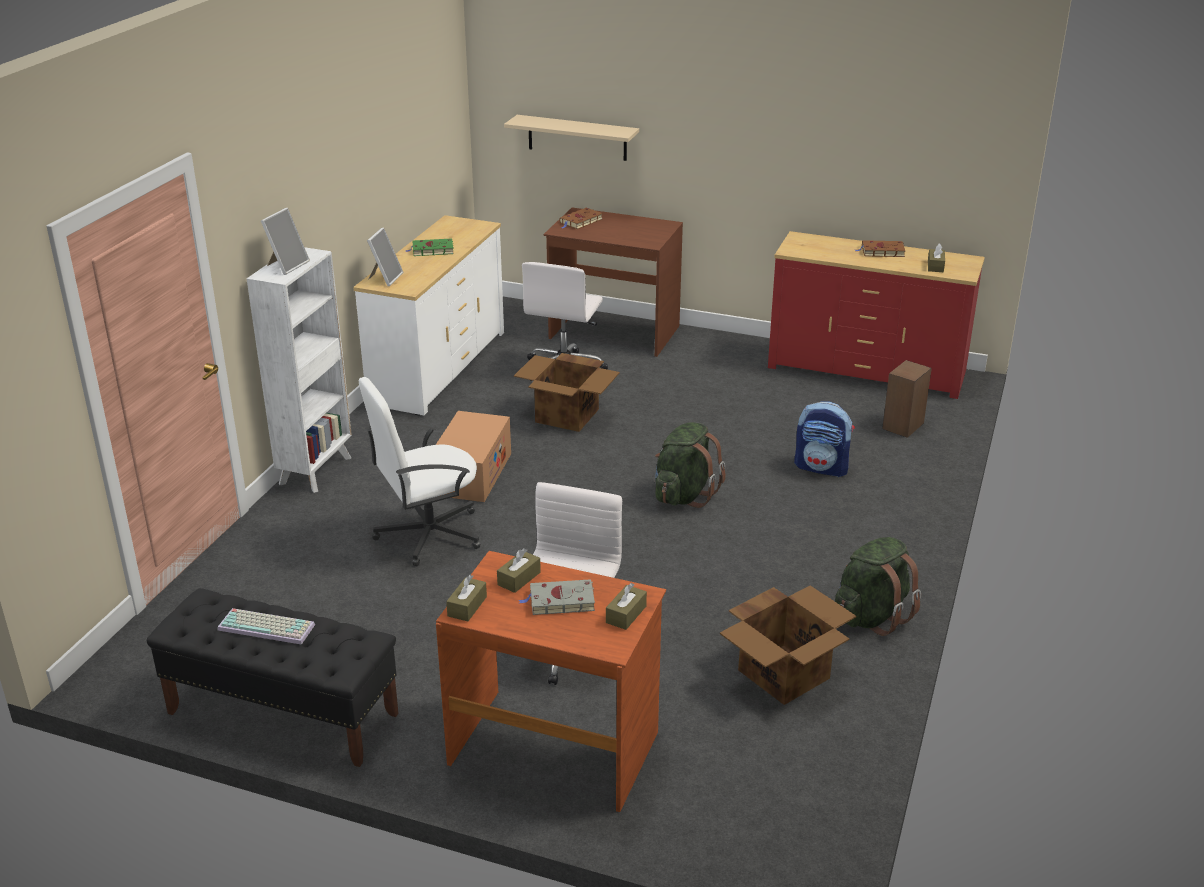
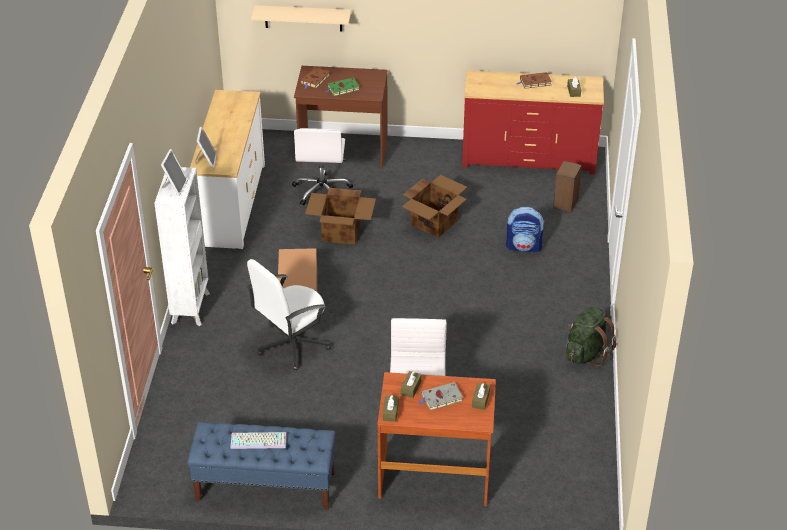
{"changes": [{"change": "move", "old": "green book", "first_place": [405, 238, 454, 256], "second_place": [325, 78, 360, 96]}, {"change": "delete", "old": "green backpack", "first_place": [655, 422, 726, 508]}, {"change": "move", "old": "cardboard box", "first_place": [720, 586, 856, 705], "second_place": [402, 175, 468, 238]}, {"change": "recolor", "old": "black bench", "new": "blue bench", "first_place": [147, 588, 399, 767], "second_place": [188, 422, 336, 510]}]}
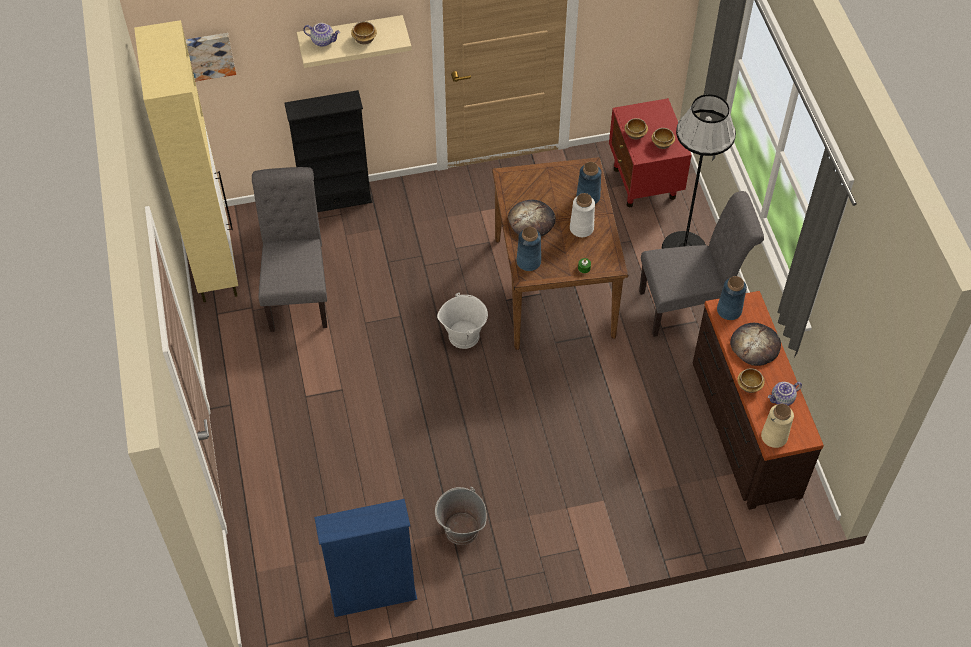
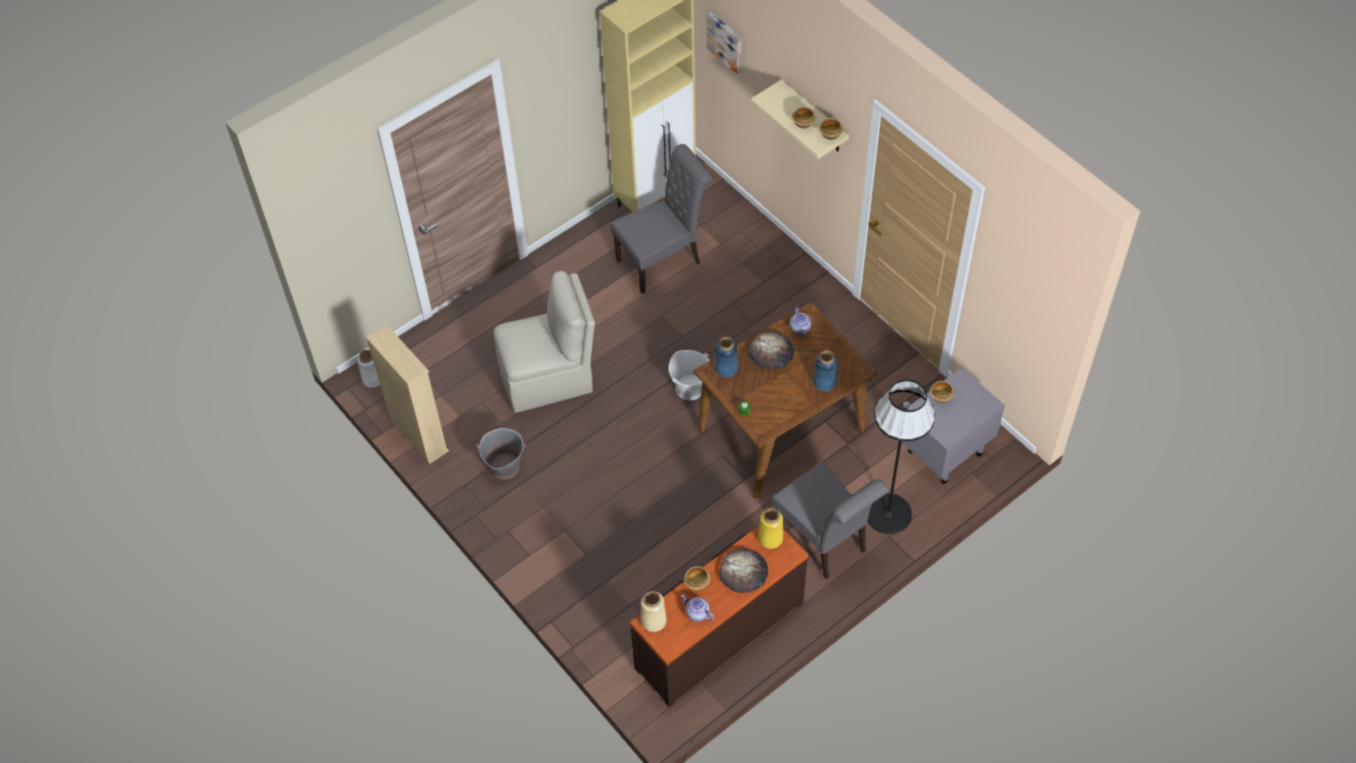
{"changes": [{"change": "move", "old": "teapot", "first_place": [303, 23, 340, 47], "second_place": [790, 307, 811, 336]}, {"change": "delete", "old": "black bookcase", "first_place": [284, 90, 372, 212]}, {"change": "recolor", "old": "red nightstand", "new": "grey nightstand", "first_place": [609, 98, 692, 207], "second_place": [902, 367, 1005, 484]}, {"change": "move", "old": "bowl", "first_place": [651, 128, 675, 149], "second_place": [819, 118, 843, 140]}, {"change": "move", "old": "white vase", "first_place": [570, 193, 595, 237], "second_place": [357, 350, 380, 388]}, {"change": "recolor", "old": "blue vase", "new": "yellow vase", "first_place": [717, 276, 747, 320], "second_place": [758, 508, 783, 549]}, {"change": "recolor", "old": "blue bookcase", "new": "beige bookcase", "first_place": [314, 499, 417, 617], "second_place": [366, 324, 449, 464]}, {"change": "insert", "new": "beige chair", "second_place": [494, 271, 595, 413]}]}
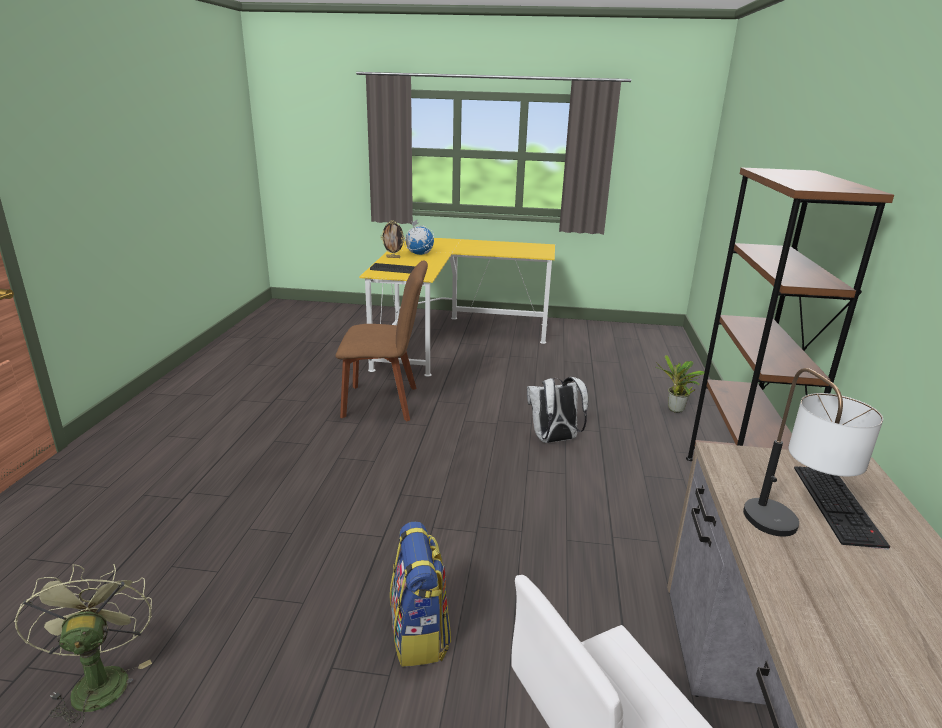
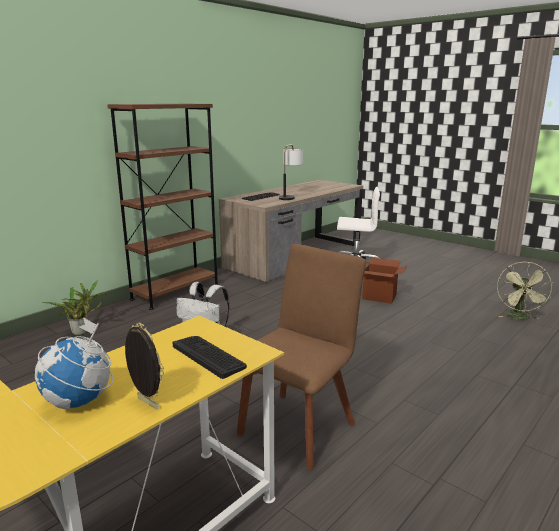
{"changes": [{"change": "rotate", "old": "brown chair", "first_place": [335, 260, 428, 421], "second_place": [237, 244, 366, 469], "degrees": 90}, {"change": "replace", "old": "backpack", "new": "cardboard box", "first_place": [390, 521, 451, 667], "second_place": [362, 257, 407, 304]}]}
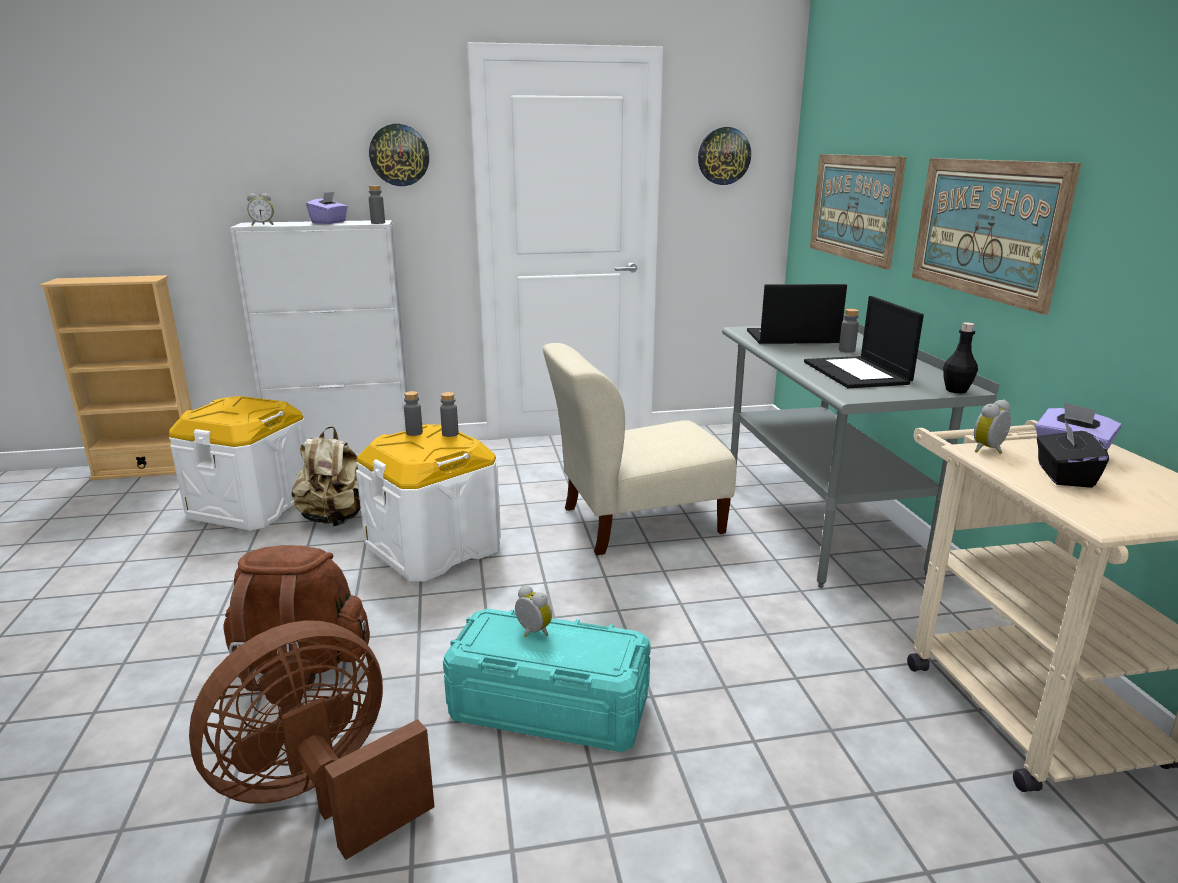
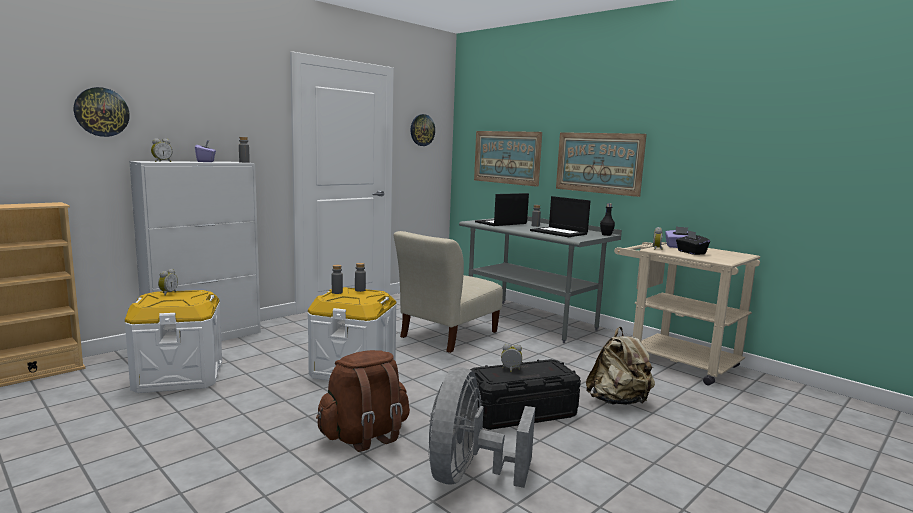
{"changes": [{"change": "move", "old": "wall clock", "first_place": [369, 124, 429, 186], "second_place": [74, 87, 130, 137]}, {"change": "move", "old": "beige backpack", "first_place": [292, 426, 361, 526], "second_place": [586, 327, 655, 405]}, {"change": "recolor", "old": "turquoise storage box", "new": "black storage box", "first_place": [443, 609, 651, 752], "second_place": [470, 359, 581, 430]}, {"change": "recolor", "old": "brown fan", "new": "grey fan", "first_place": [189, 620, 435, 860], "second_place": [428, 368, 535, 488]}, {"change": "insert", "new": "alarm clock", "second_place": [158, 269, 178, 296]}]}
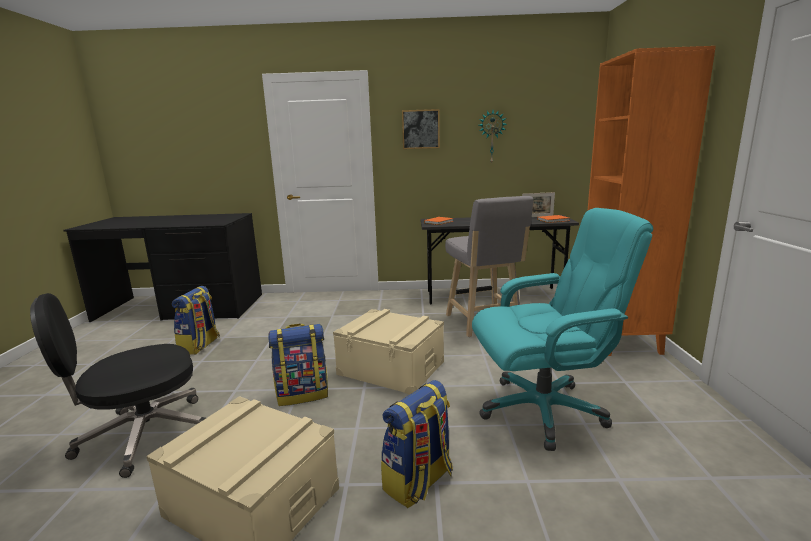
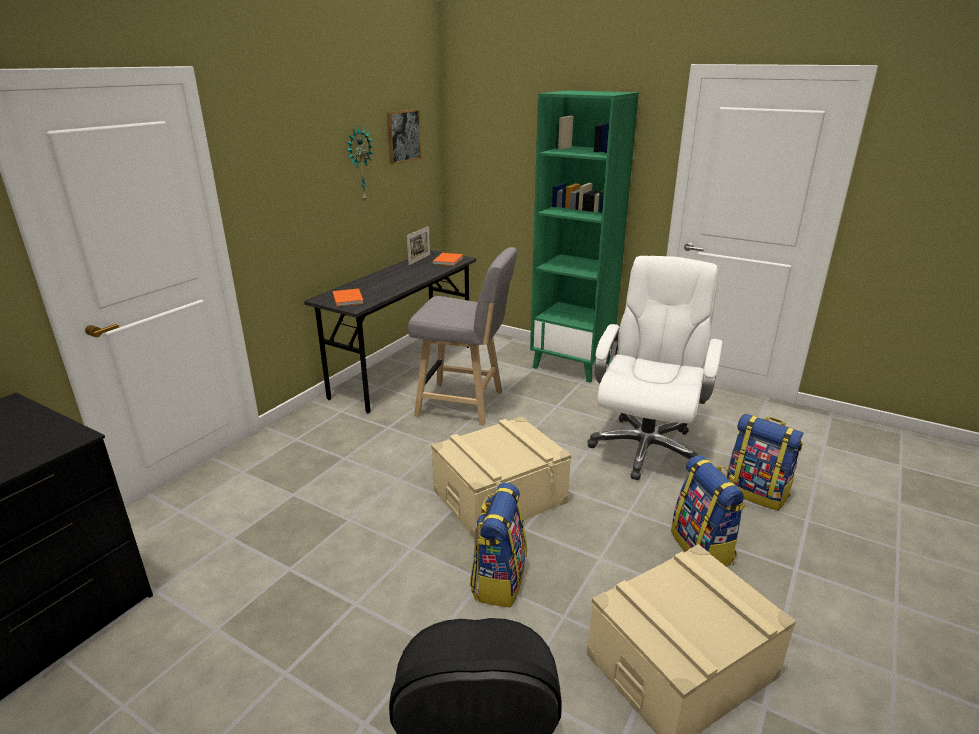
{"changes": [{"change": "recolor", "old": "orange bookcase", "new": "green bookcase", "first_place": [587, 46, 716, 356], "second_place": [530, 90, 639, 383]}, {"change": "move", "old": "picture", "first_place": [402, 109, 440, 149], "second_place": [387, 109, 422, 164]}, {"change": "recolor", "old": "turquoise office chair", "new": "white office chair", "first_place": [472, 208, 653, 451], "second_place": [587, 256, 722, 480]}, {"change": "move", "old": "backpack", "first_place": [172, 286, 220, 355], "second_place": [726, 414, 803, 511]}]}
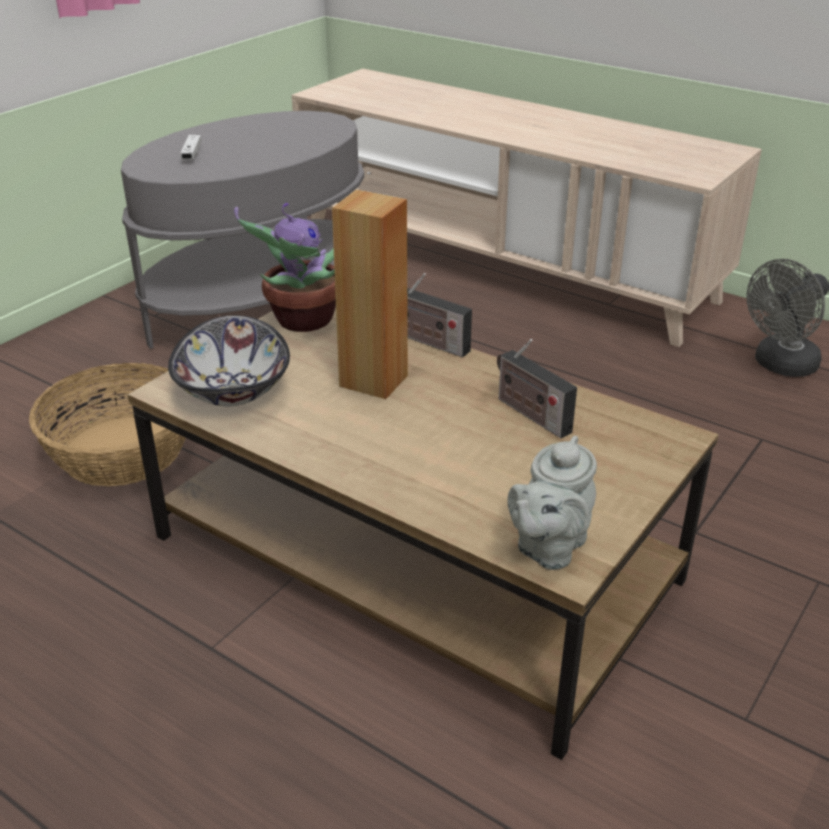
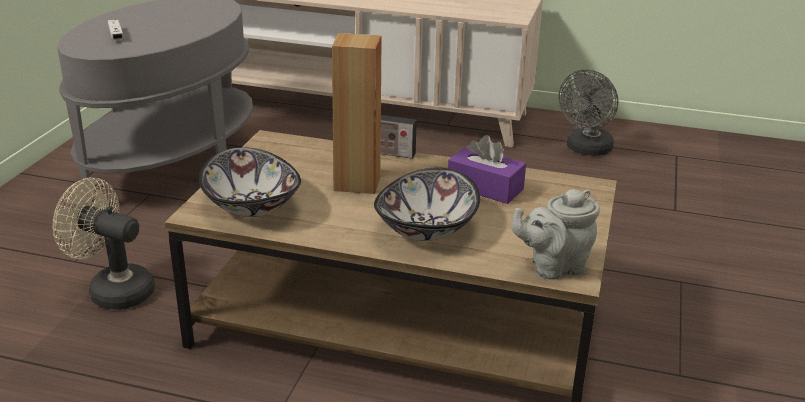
{"changes": [{"change": "delete", "old": "potted plant", "first_place": [234, 203, 336, 332]}, {"change": "replace", "old": "radio", "new": "purple tissue box", "first_place": [497, 339, 577, 438], "second_place": [448, 135, 526, 204]}, {"change": "replace", "old": "basket", "new": "beige fan", "first_place": [29, 363, 186, 487], "second_place": [53, 178, 155, 310]}, {"change": "rotate", "old": "grey teapot", "first_place": [507, 436, 597, 570], "second_place": [511, 189, 600, 280], "degrees": 60}, {"change": "insert", "new": "bowl", "second_place": [374, 168, 480, 241]}]}
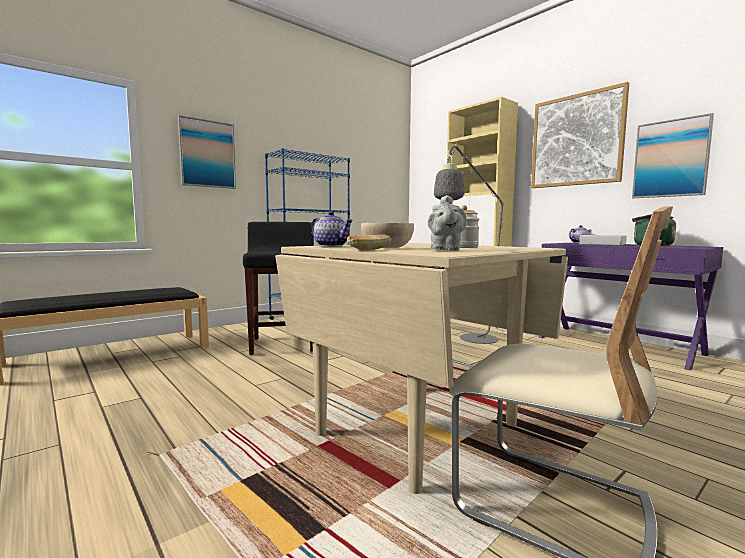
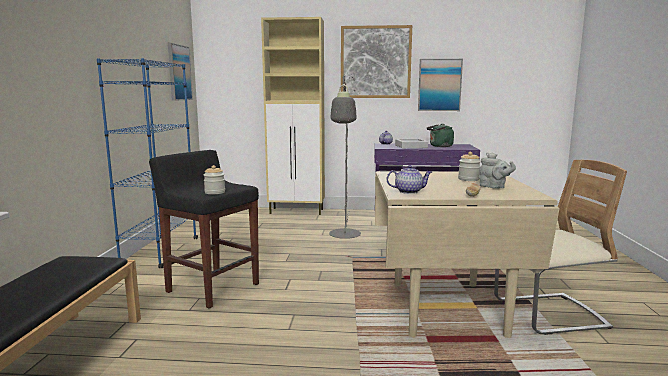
{"changes": [{"change": "move", "old": "picture", "first_place": [178, 115, 236, 189], "second_place": [168, 43, 193, 101]}, {"change": "delete", "old": "beige bowl", "first_place": [361, 223, 414, 248]}, {"change": "insert", "new": "jar", "second_place": [204, 165, 225, 194]}]}
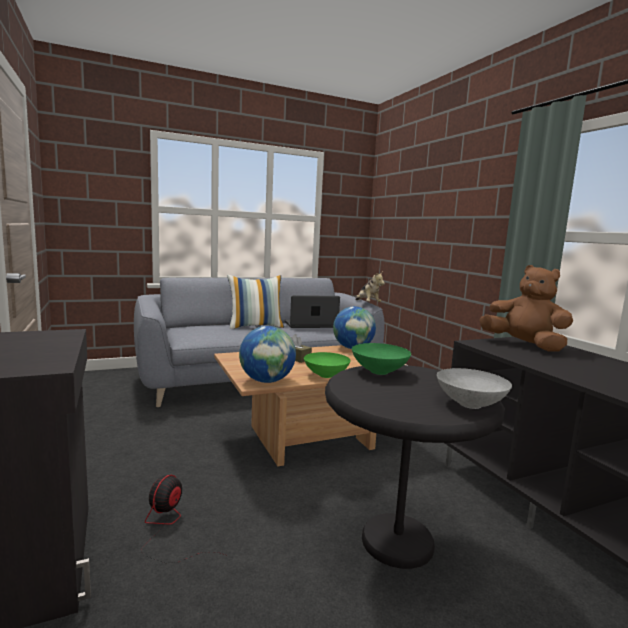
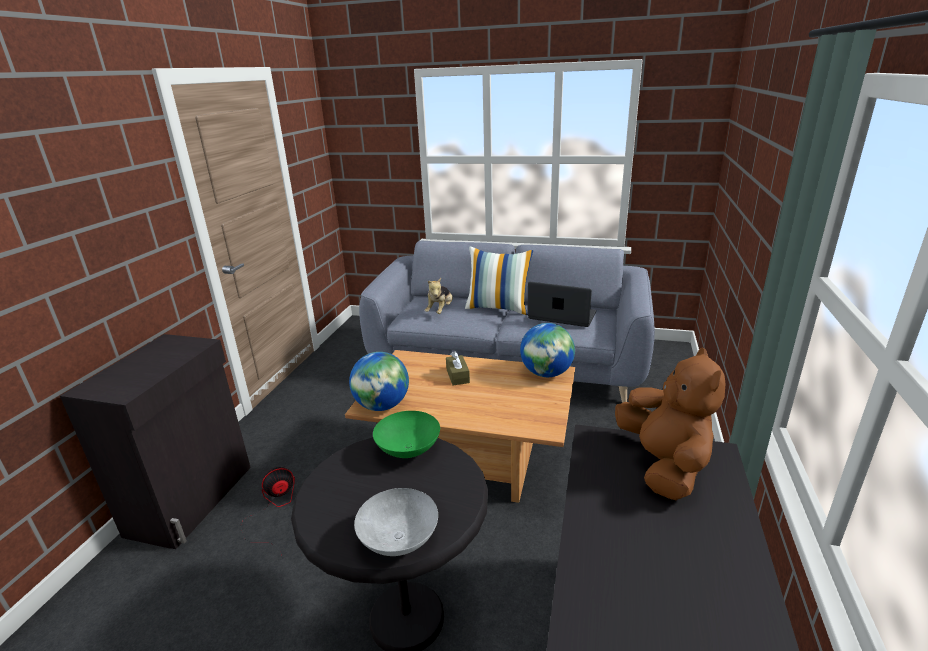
{"changes": [{"change": "move", "old": "plush toy", "first_place": [355, 272, 385, 302], "second_place": [425, 278, 453, 314]}, {"change": "delete", "old": "green bowl", "first_place": [304, 352, 351, 378]}]}
